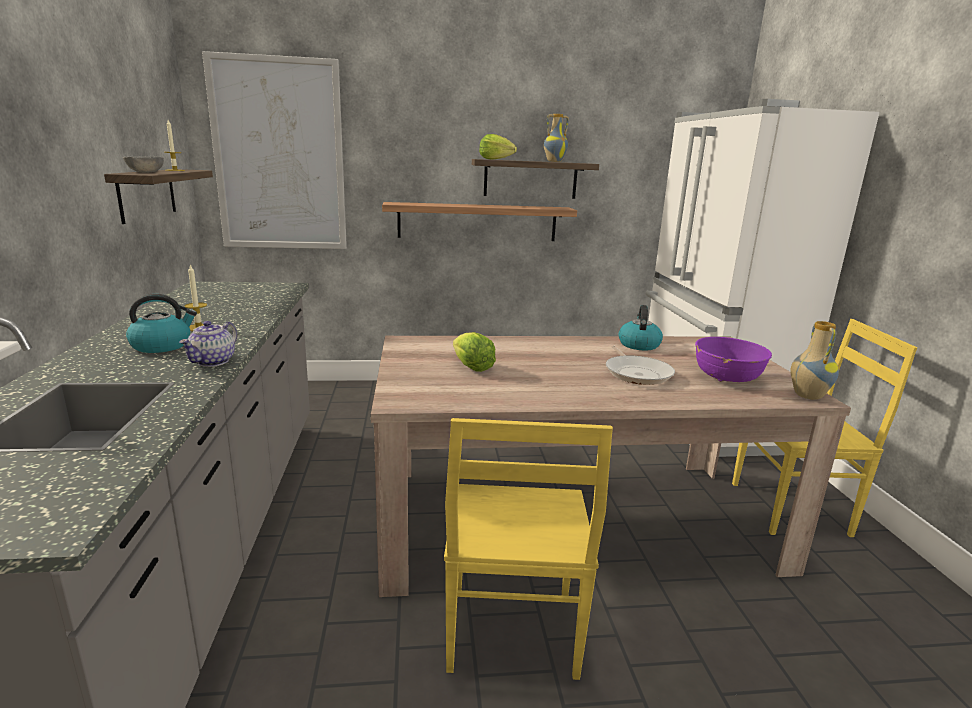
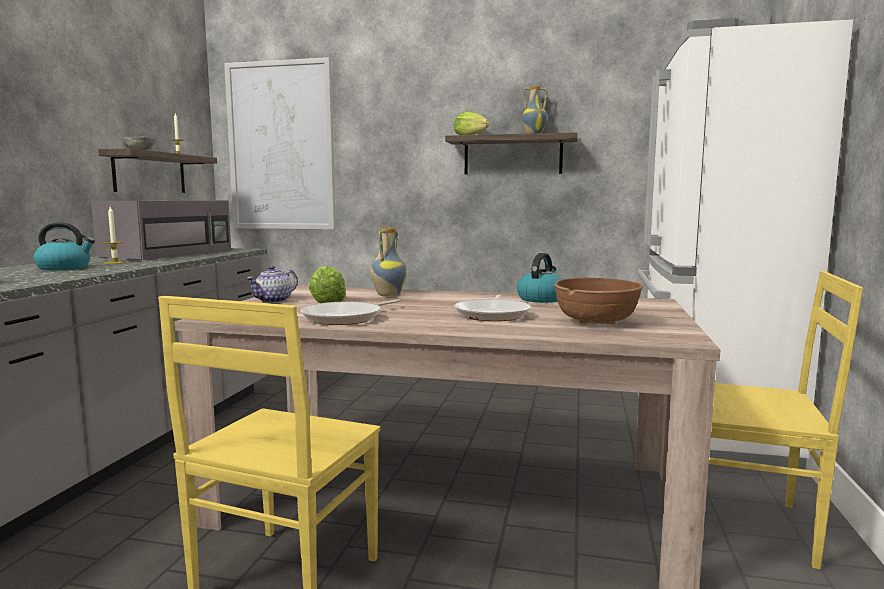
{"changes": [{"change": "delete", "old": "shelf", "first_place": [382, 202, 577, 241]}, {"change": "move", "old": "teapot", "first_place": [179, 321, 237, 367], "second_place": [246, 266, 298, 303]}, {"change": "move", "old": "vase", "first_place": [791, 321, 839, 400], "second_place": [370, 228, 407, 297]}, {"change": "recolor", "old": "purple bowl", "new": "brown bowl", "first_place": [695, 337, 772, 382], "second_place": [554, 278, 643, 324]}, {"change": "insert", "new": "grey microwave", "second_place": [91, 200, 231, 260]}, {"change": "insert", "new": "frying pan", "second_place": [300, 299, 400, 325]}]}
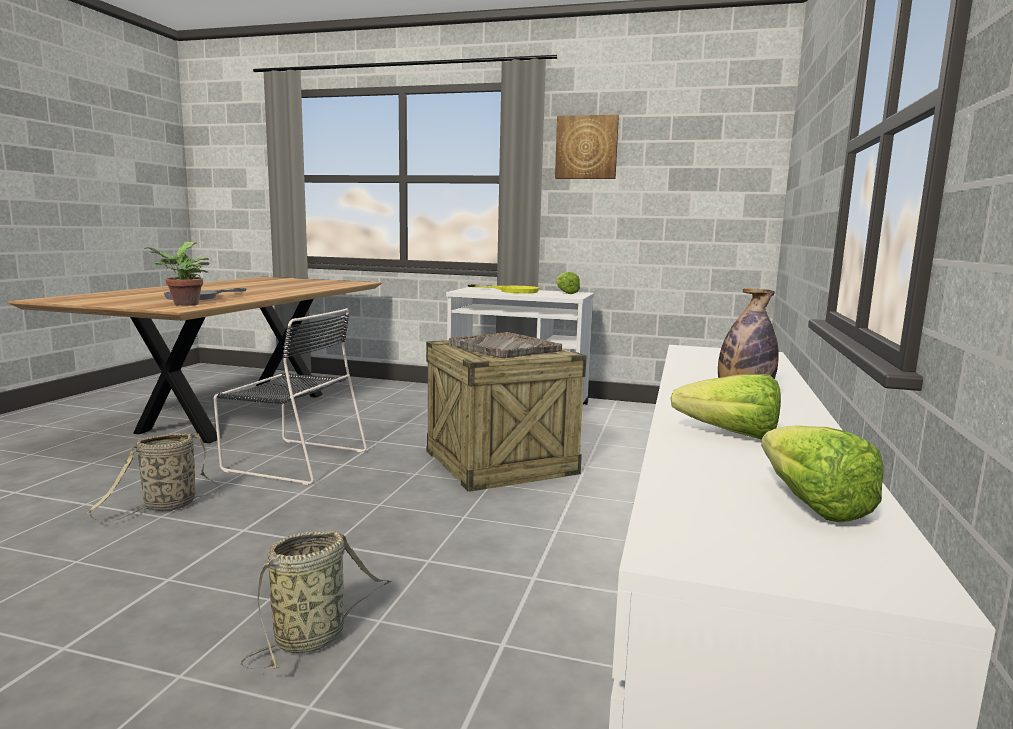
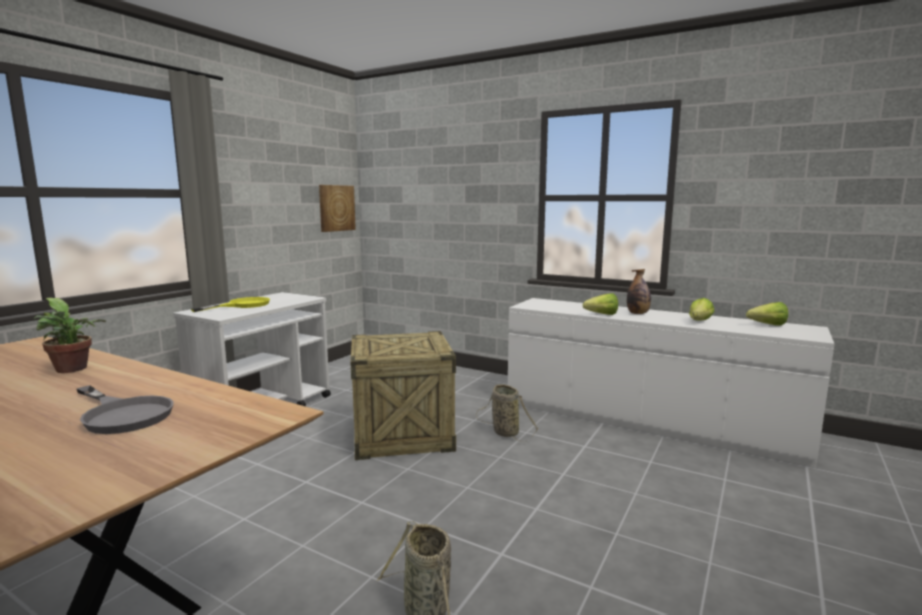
{"changes": [{"change": "move", "old": "picture", "first_place": [555, 114, 619, 179], "second_place": [319, 185, 356, 232]}, {"change": "move", "old": "potted plant", "first_place": [143, 242, 210, 306], "second_place": [33, 298, 106, 373]}, {"change": "move", "old": "lettuce", "first_place": [556, 272, 580, 294], "second_place": [583, 293, 618, 315]}, {"change": "delete", "old": "black chair", "first_place": [214, 308, 367, 485]}, {"change": "delete", "old": "grey tray", "first_place": [449, 332, 562, 358]}, {"change": "move", "old": "basket", "first_place": [240, 531, 392, 669], "second_place": [476, 384, 538, 442]}]}
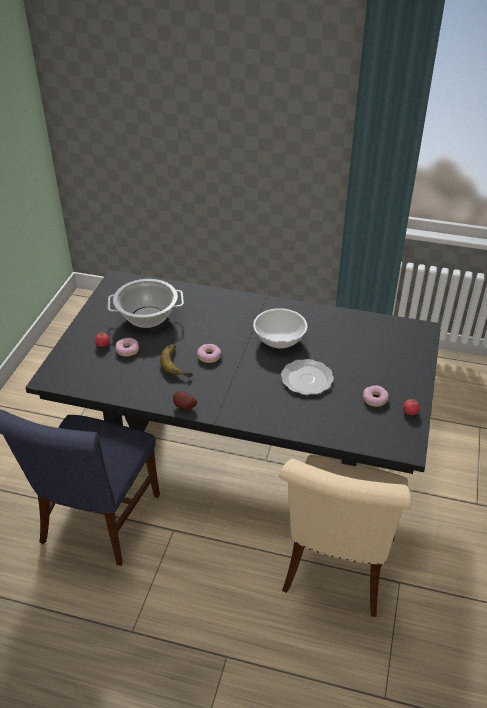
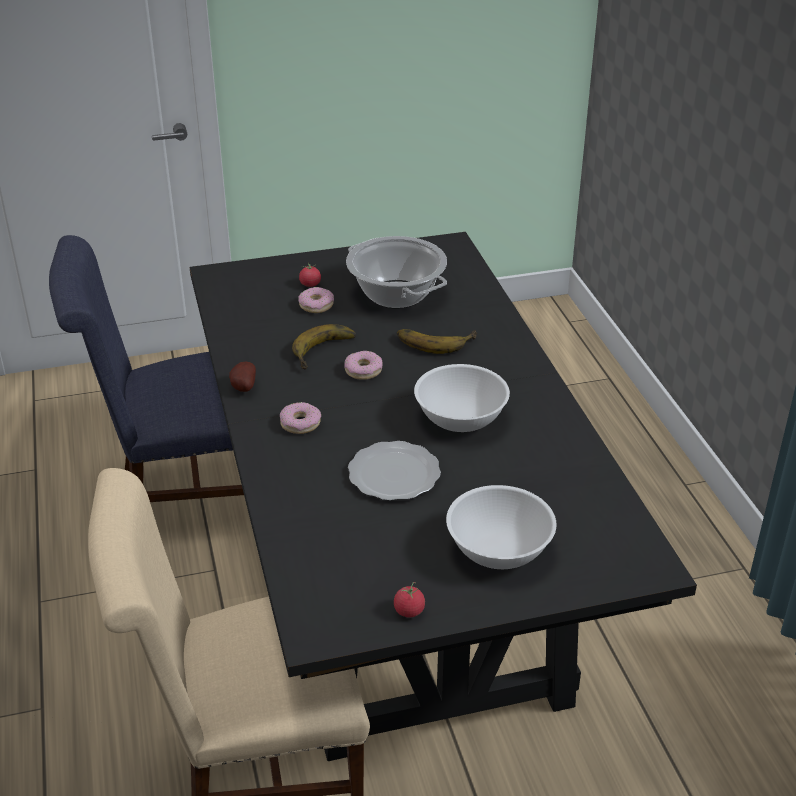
{"changes": [{"change": "move", "old": "donut", "first_place": [363, 385, 389, 407], "second_place": [280, 402, 321, 434]}, {"change": "insert", "new": "banana", "second_place": [397, 329, 477, 354]}, {"change": "insert", "new": "white bowl", "second_place": [446, 485, 556, 569]}]}
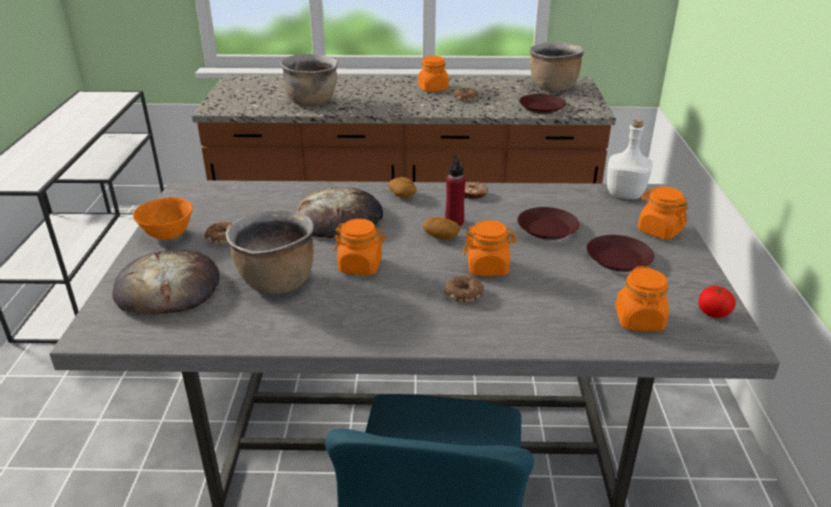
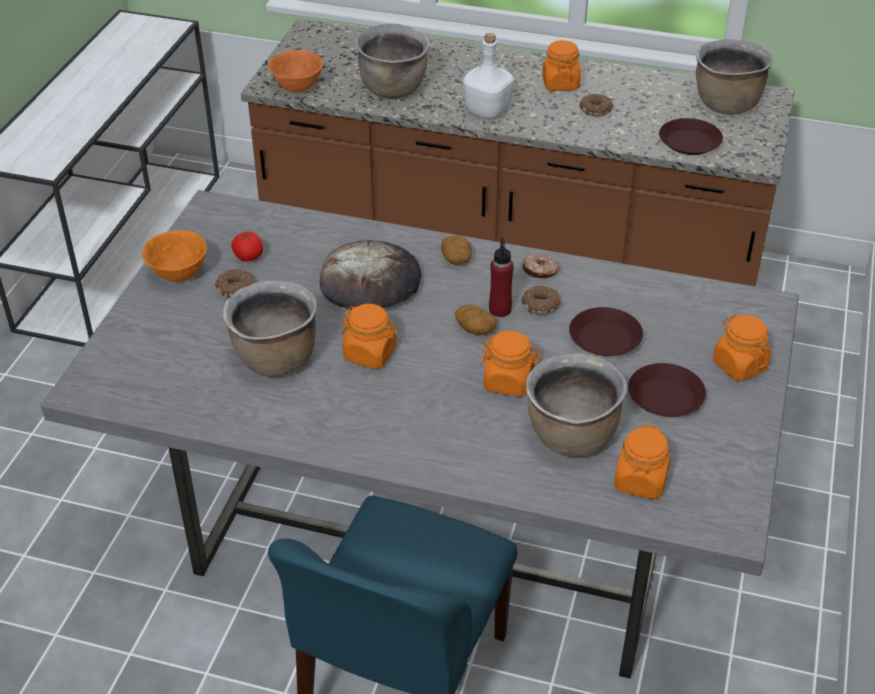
{"changes": [{"change": "move", "old": "white bottle", "first_place": [607, 119, 653, 199], "second_place": [463, 33, 514, 119]}, {"change": "delete", "old": "bread", "first_place": [112, 249, 220, 315]}, {"change": "move", "old": "donut", "first_place": [445, 275, 484, 303], "second_place": [521, 286, 561, 315]}, {"change": "move", "old": "tomato", "first_place": [698, 285, 736, 318], "second_place": [231, 231, 263, 262]}, {"change": "insert", "new": "orange bowl", "second_place": [268, 50, 323, 92]}, {"change": "insert", "new": "brown cooking pot", "second_place": [526, 353, 627, 457]}]}
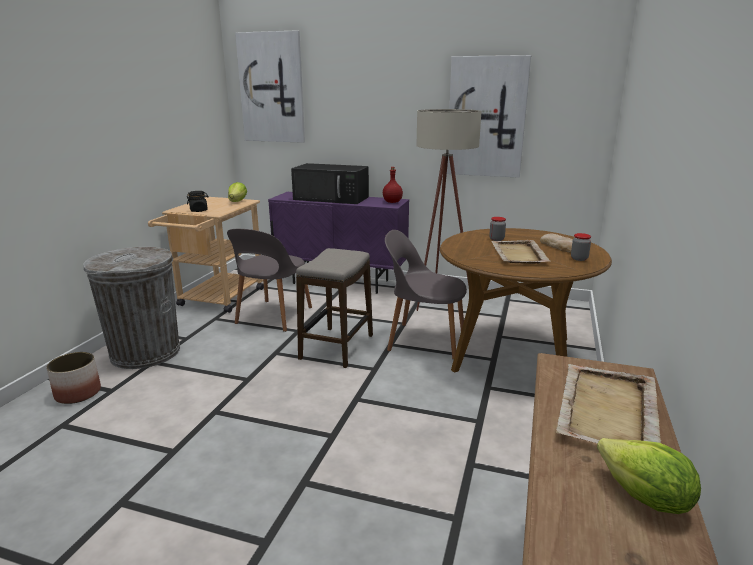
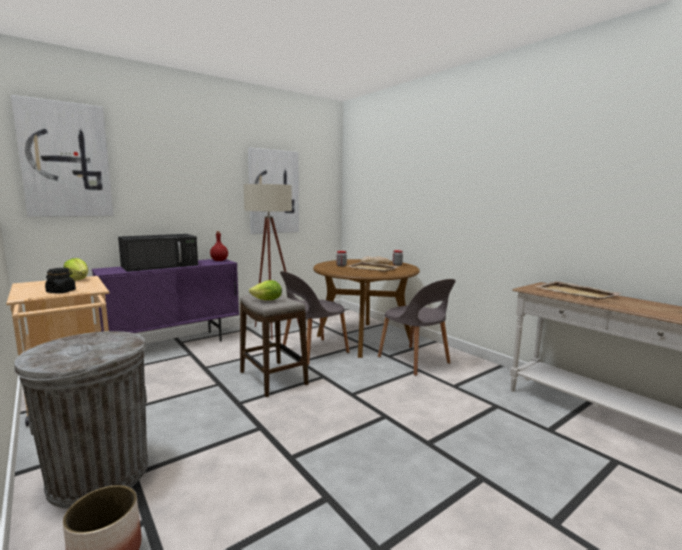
{"changes": [{"change": "move", "old": "grey chair", "first_place": [227, 229, 312, 332], "second_place": [378, 279, 456, 376]}, {"change": "move", "old": "lettuce", "first_place": [597, 438, 701, 514], "second_place": [249, 280, 282, 300]}]}
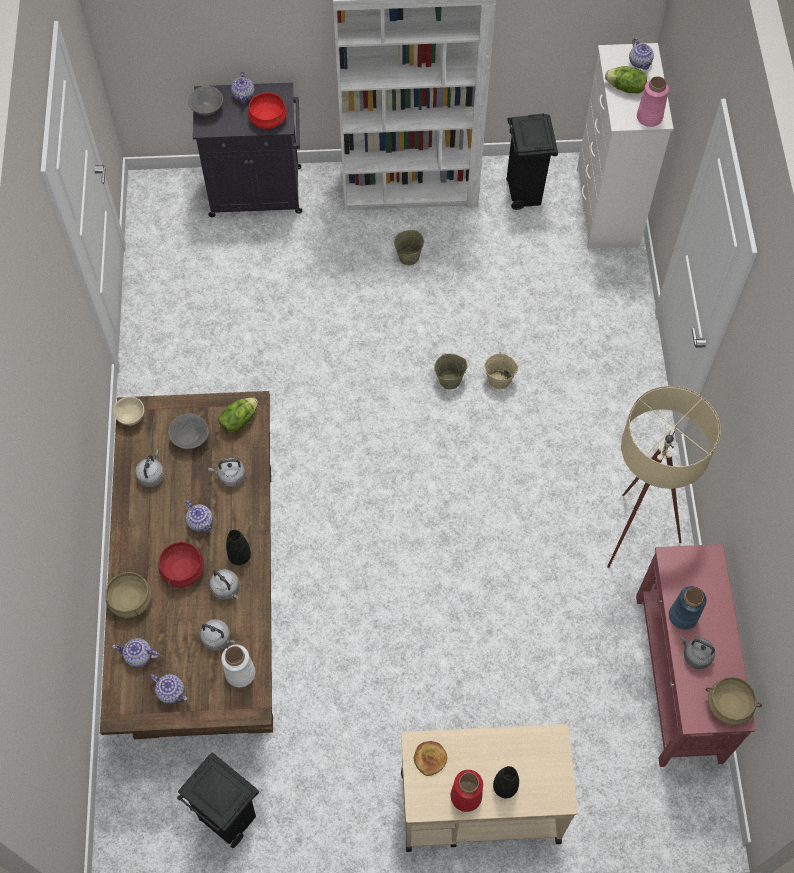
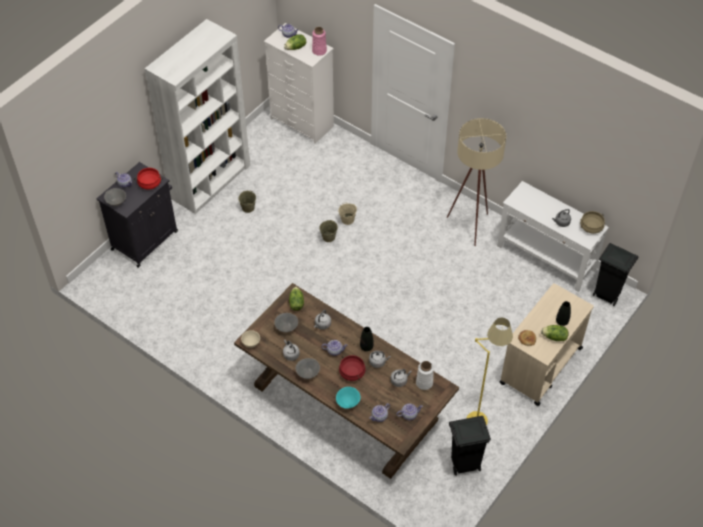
{"changes": [{"change": "move", "old": "black trash can", "first_place": [506, 113, 558, 210], "second_place": [593, 243, 639, 306]}, {"change": "recolor", "old": "red console table", "new": "white console table", "first_place": [636, 544, 756, 767], "second_place": [497, 181, 609, 292]}, {"change": "replace", "old": "beige cooking pot", "new": "turquoise bowl", "first_place": [105, 572, 152, 618], "second_place": [336, 387, 360, 409]}, {"change": "delete", "old": "blue vase", "first_place": [669, 586, 706, 630]}, {"change": "replace", "old": "red vase", "new": "lettuce", "first_place": [450, 770, 483, 812], "second_place": [541, 325, 568, 341]}, {"change": "insert", "new": "yellow floor lamp", "second_place": [467, 317, 513, 425]}, {"change": "insert", "new": "grey bowl", "second_place": [296, 358, 320, 379]}]}
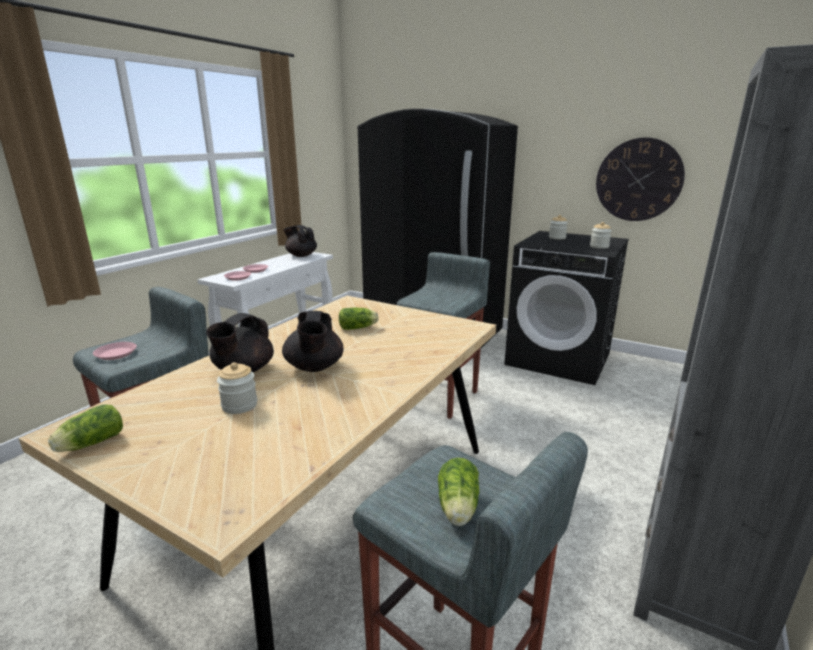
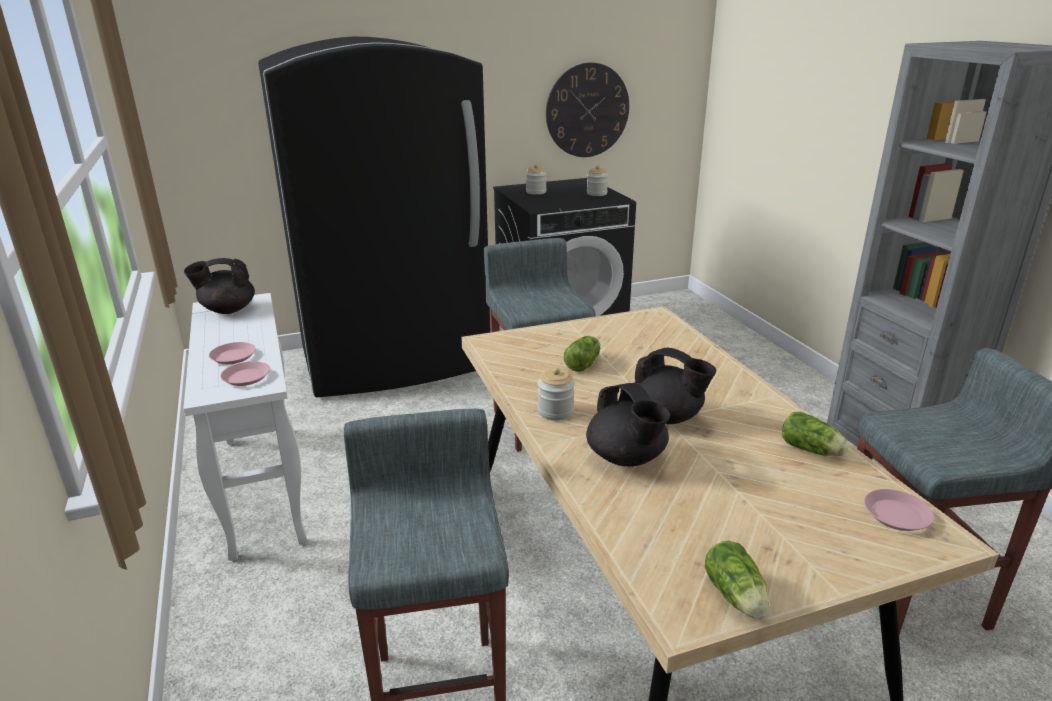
{"changes": [{"change": "move", "old": "pink plate", "first_place": [93, 342, 137, 360], "second_place": [864, 489, 934, 531]}, {"change": "move", "old": "jar", "first_place": [217, 362, 257, 414], "second_place": [538, 367, 575, 421]}, {"change": "move", "old": "lettuce", "first_place": [438, 458, 479, 526], "second_place": [782, 411, 849, 456]}]}
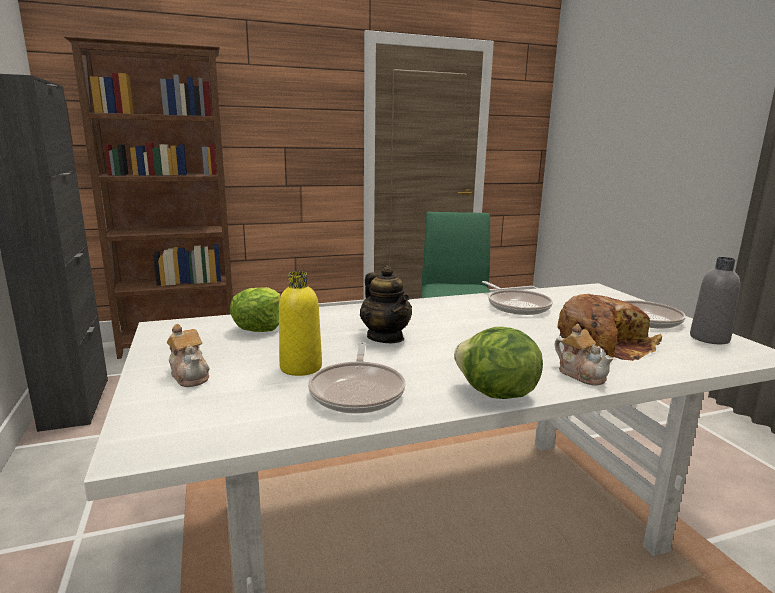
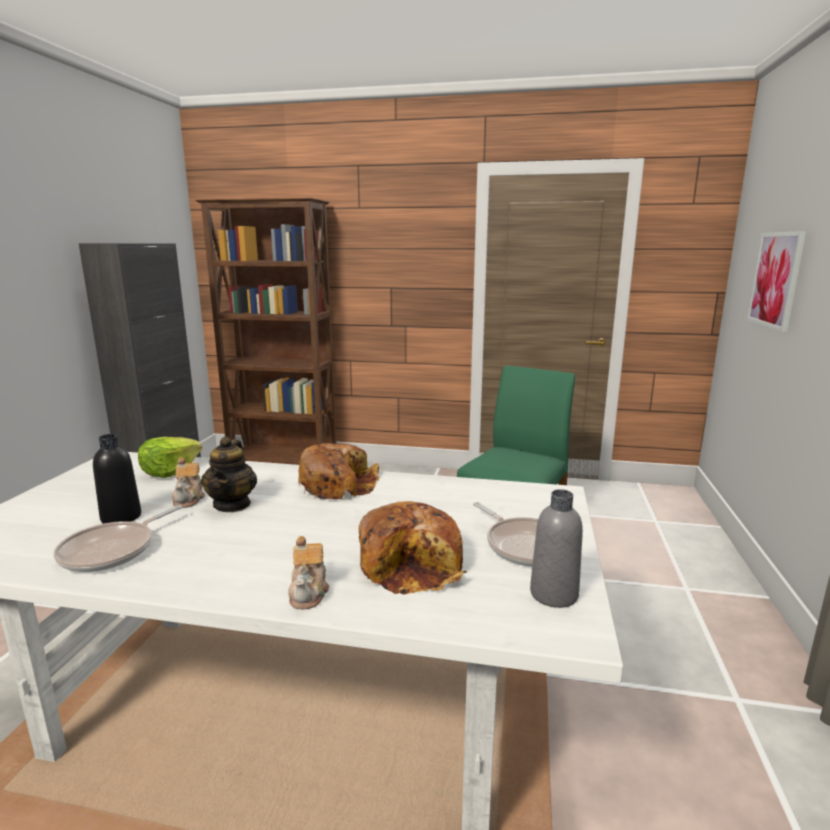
{"changes": [{"change": "recolor", "old": "yellow bottle", "new": "black bottle", "first_place": [279, 271, 322, 376], "second_place": [93, 434, 141, 524]}, {"change": "delete", "old": "frying pan", "first_place": [482, 281, 553, 315]}, {"change": "move", "old": "teapot", "first_place": [167, 324, 210, 387], "second_place": [172, 457, 205, 508]}, {"change": "delete", "old": "lettuce", "first_place": [454, 327, 543, 399]}, {"change": "insert", "new": "picture", "second_place": [747, 231, 806, 332]}, {"change": "insert", "new": "bread", "second_place": [298, 443, 379, 499]}]}
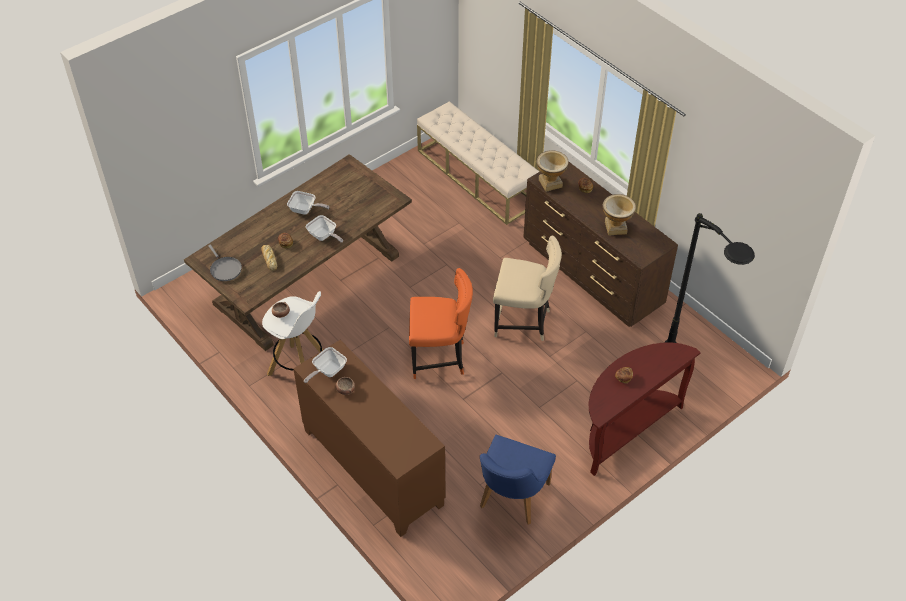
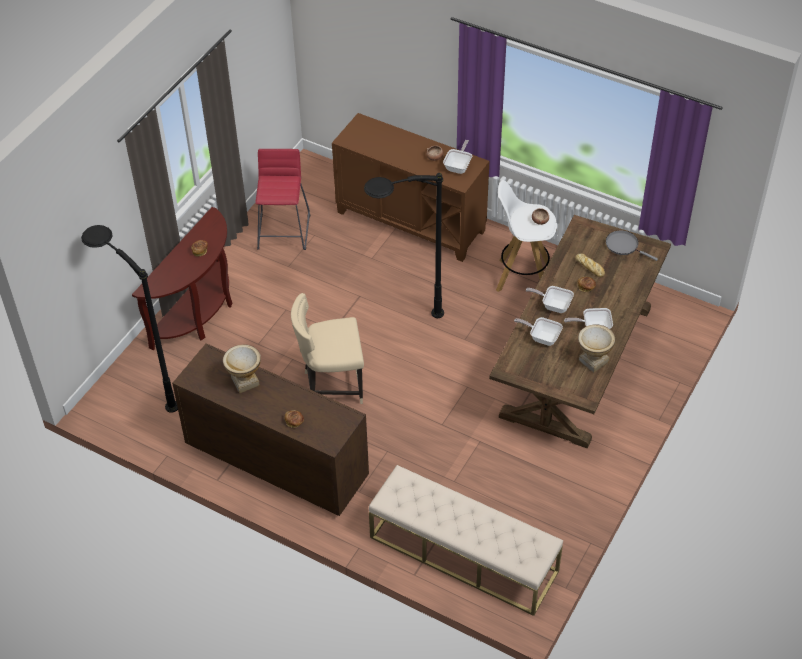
{"changes": [{"change": "move", "old": "vase", "first_place": [537, 150, 569, 192], "second_place": [578, 324, 615, 373]}, {"change": "replace", "old": "orange chair", "new": "black floor lamp", "first_place": [409, 268, 473, 379], "second_place": [364, 173, 444, 318]}, {"change": "replace", "old": "blue chair", "new": "red stool", "first_place": [480, 435, 556, 525], "second_place": [256, 149, 310, 250]}, {"change": "insert", "new": "frying pan", "second_place": [514, 317, 563, 346]}]}
